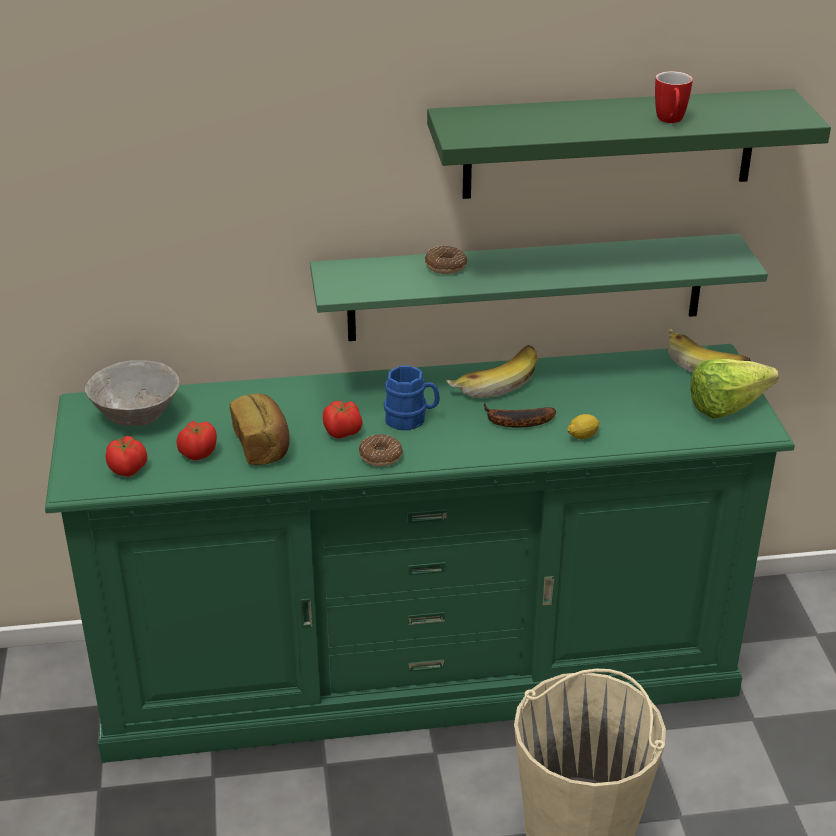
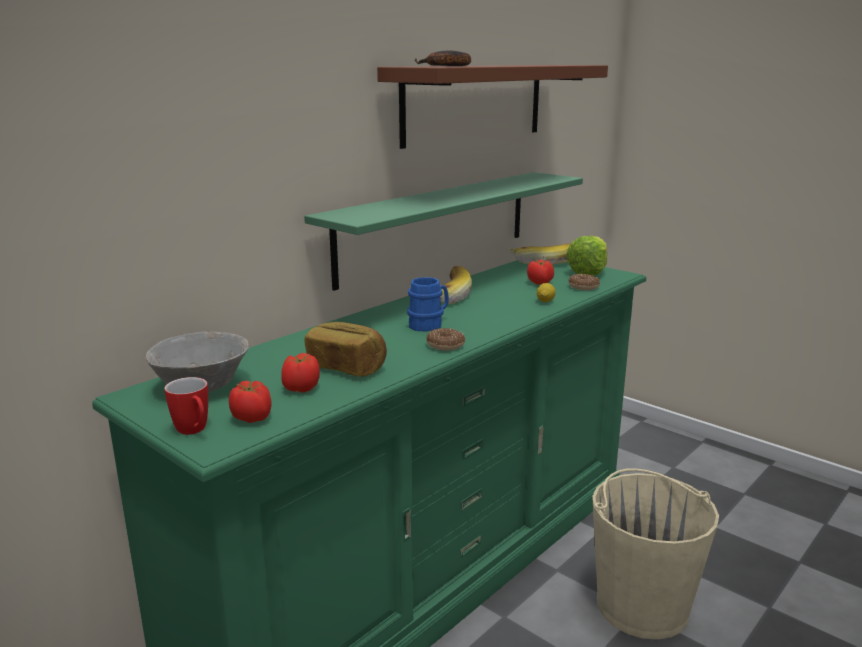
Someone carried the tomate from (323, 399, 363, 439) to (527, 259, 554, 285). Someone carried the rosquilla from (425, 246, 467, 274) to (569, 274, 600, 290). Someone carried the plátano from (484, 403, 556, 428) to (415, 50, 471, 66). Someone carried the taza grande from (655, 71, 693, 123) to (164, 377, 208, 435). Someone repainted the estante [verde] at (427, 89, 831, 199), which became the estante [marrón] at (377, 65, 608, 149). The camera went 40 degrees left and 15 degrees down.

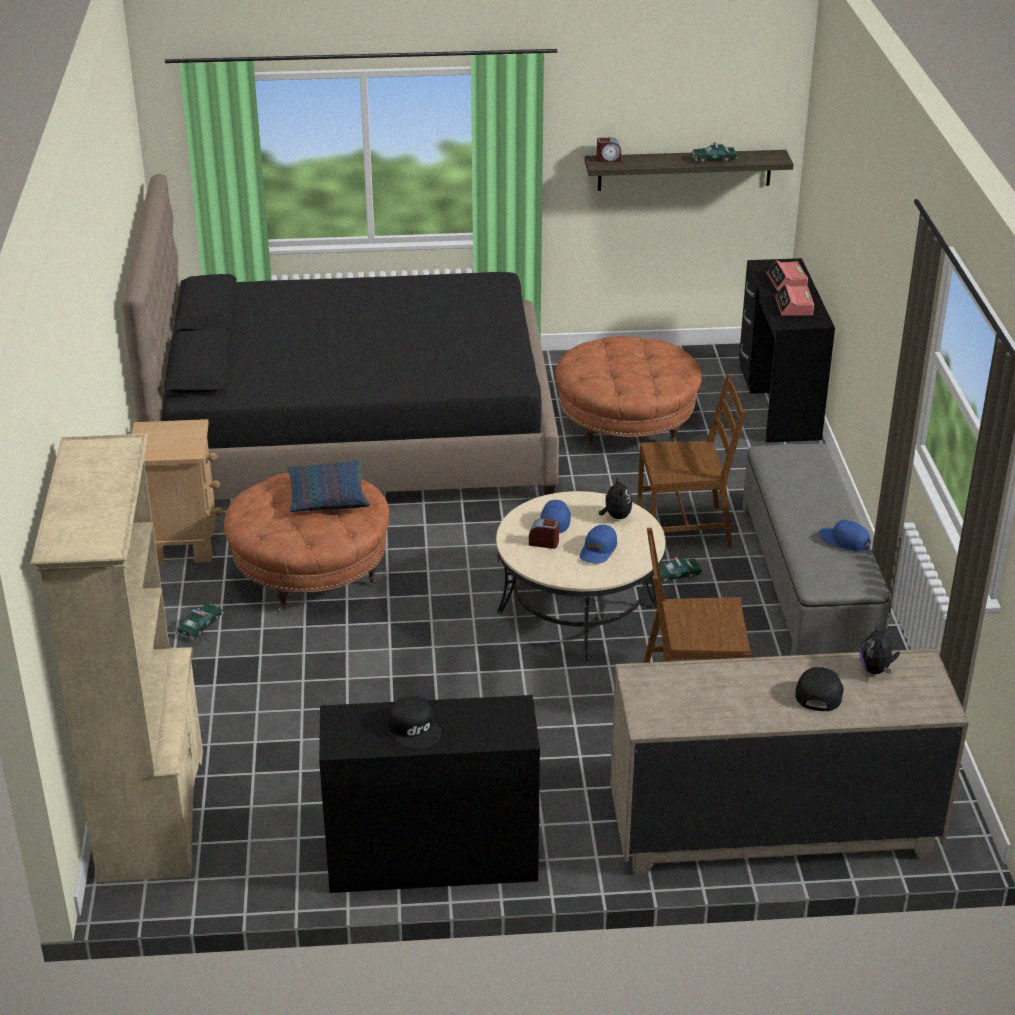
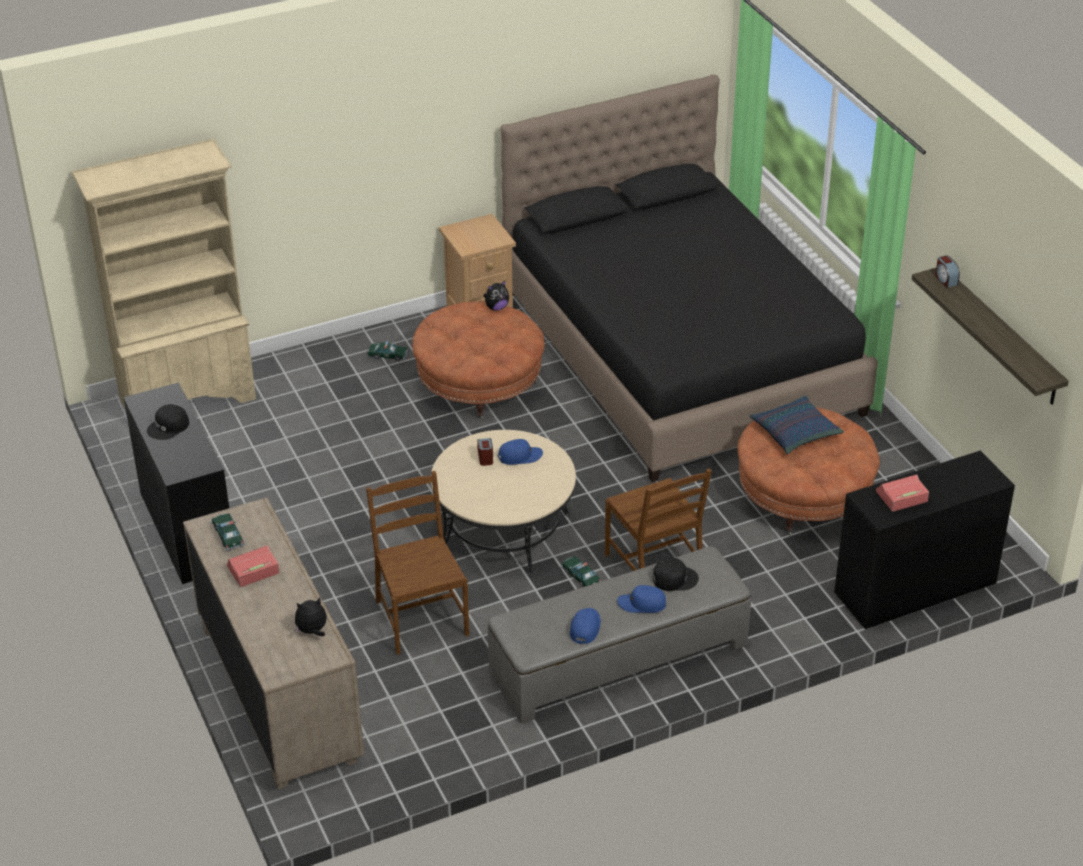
Someone carried the cojín [azul] from (287, 461, 370, 512) to (750, 396, 844, 454). Someone carried the gorra [azul] from (580, 525, 617, 564) to (617, 585, 666, 613). Someone carried the peluche from (599, 477, 632, 519) to (484, 281, 509, 310). Someone carried the coche de juguete from (692, 142, 738, 163) to (211, 513, 245, 551). Someone carried the despertador from (767, 260, 808, 291) to (227, 545, 279, 587). Someone carried the gorra [negro] from (795, 667, 844, 711) to (653, 557, 699, 591). The camera went 70 degrees right and 5 degrees up.

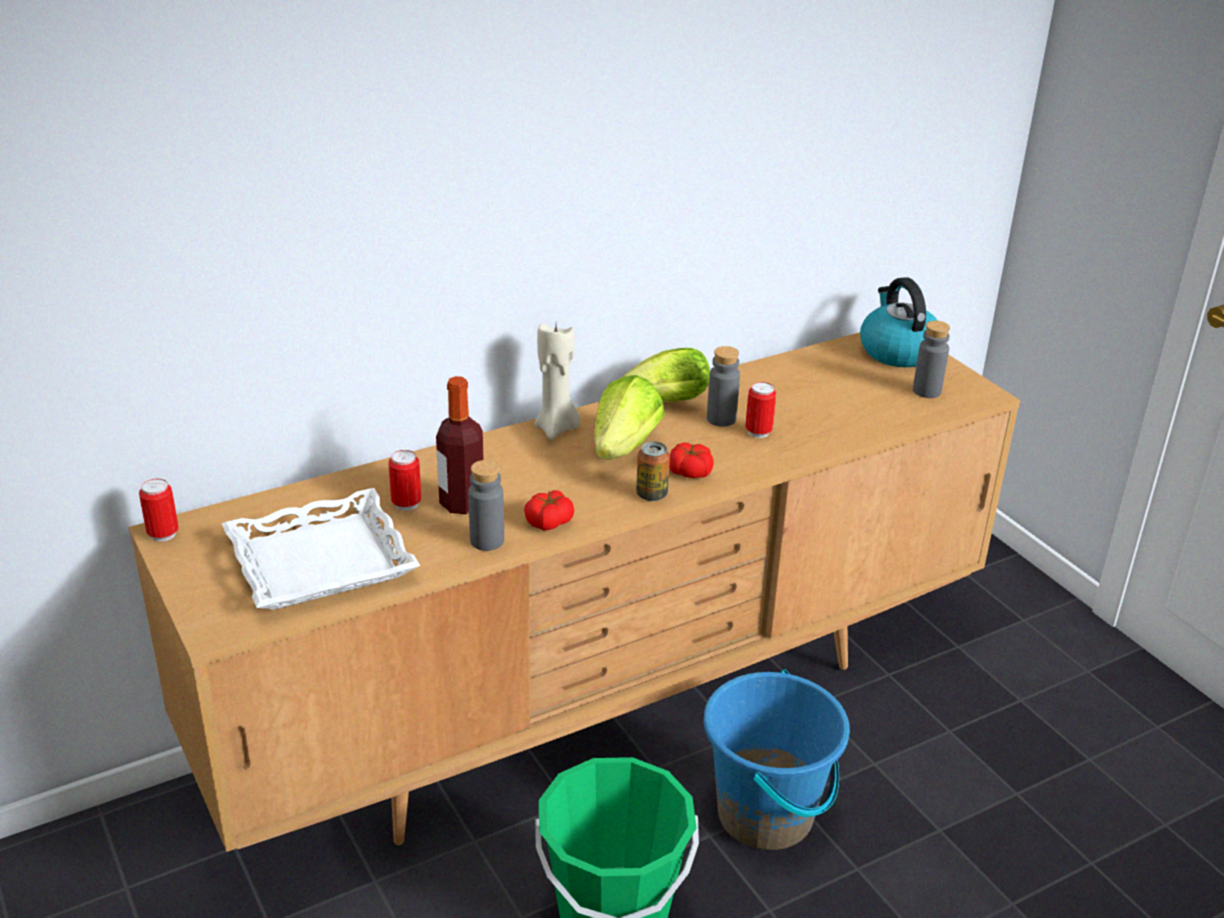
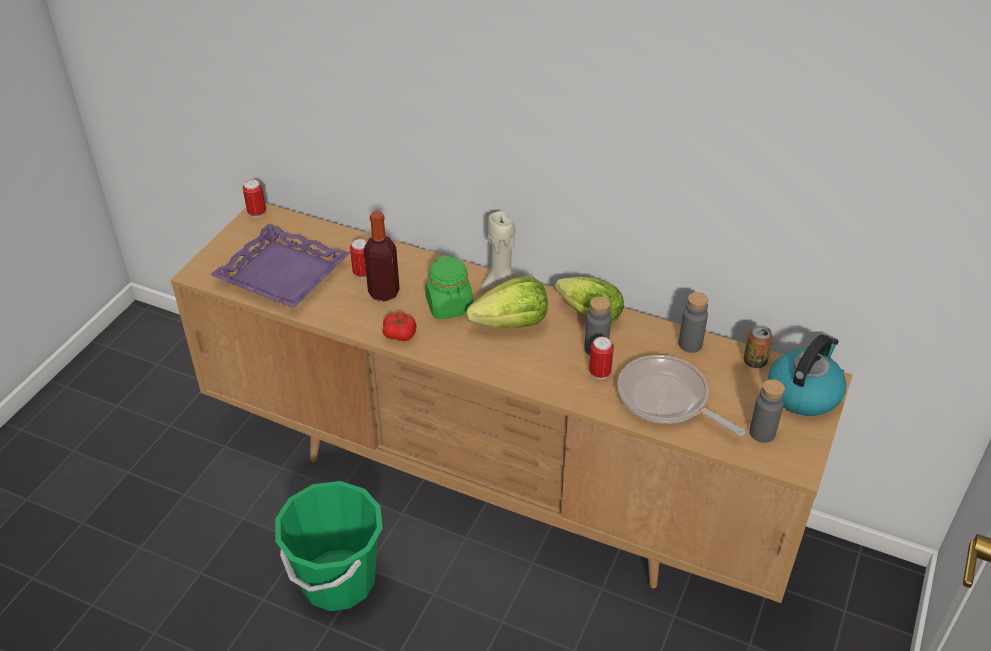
Someone took away the tomate at (669, 443, 714, 478). Someone took away the cubo [azul] at (704, 669, 850, 850). Someone put down the tarro [verde] at (425, 255, 473, 319). Someone put down the sartén at (617, 355, 745, 436). Someone carried the botella [gris] from (468, 460, 504, 551) to (679, 292, 708, 353). Someone carried the lata from (636, 441, 670, 501) to (744, 325, 773, 368). Someone repainted the bandeja [blanco] at (221, 488, 420, 610), which became the bandeja [morado] at (211, 224, 350, 308). The camera went 55 degrees right and 10 degrees up.

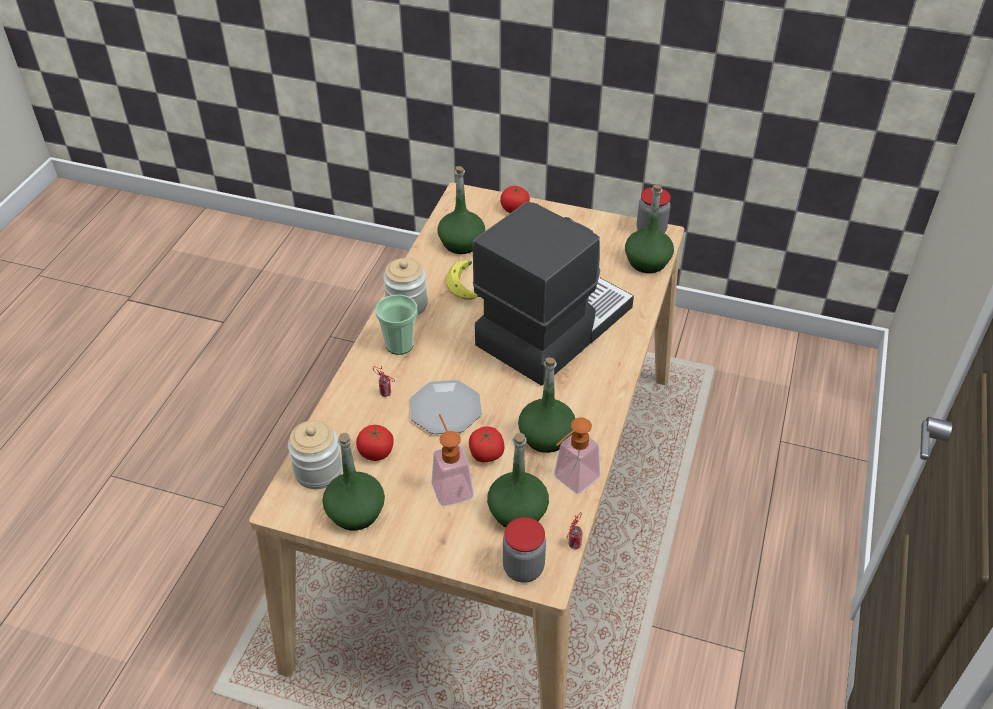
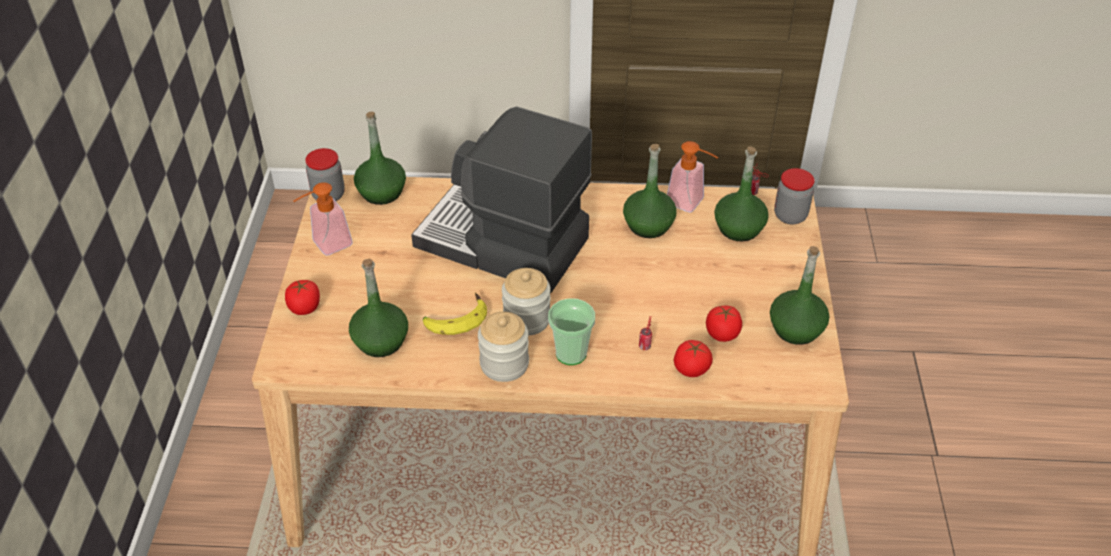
Someone took away the plato at (410, 380, 482, 434). Someone carried the tarro from (288, 420, 342, 489) to (502, 268, 551, 336). Someone carried the dispensador de jabón from (431, 414, 474, 506) to (293, 182, 353, 256). Someone carried the tomate from (469, 427, 504, 462) to (673, 340, 713, 377). The camera went 105 degrees left and 0 degrees up.

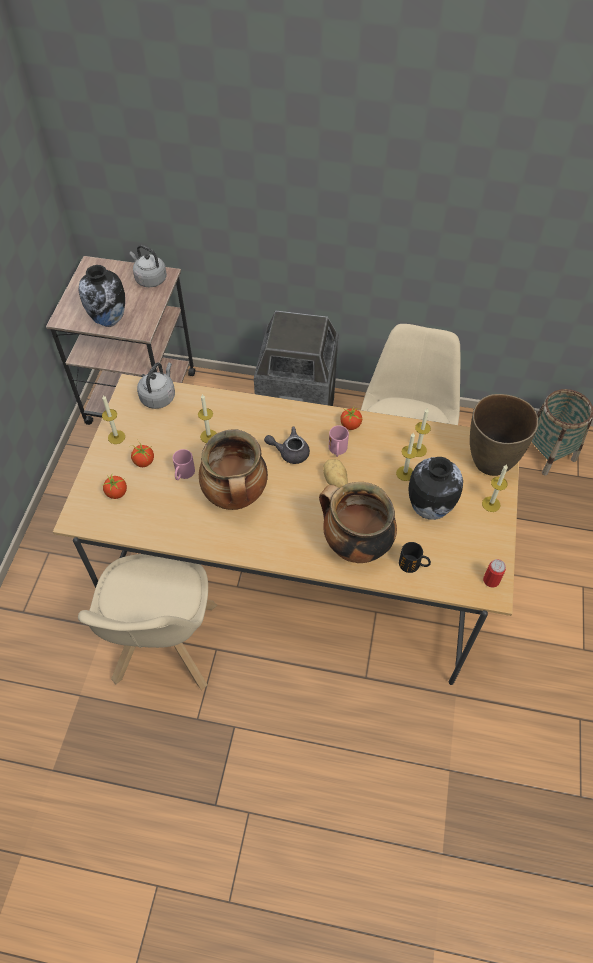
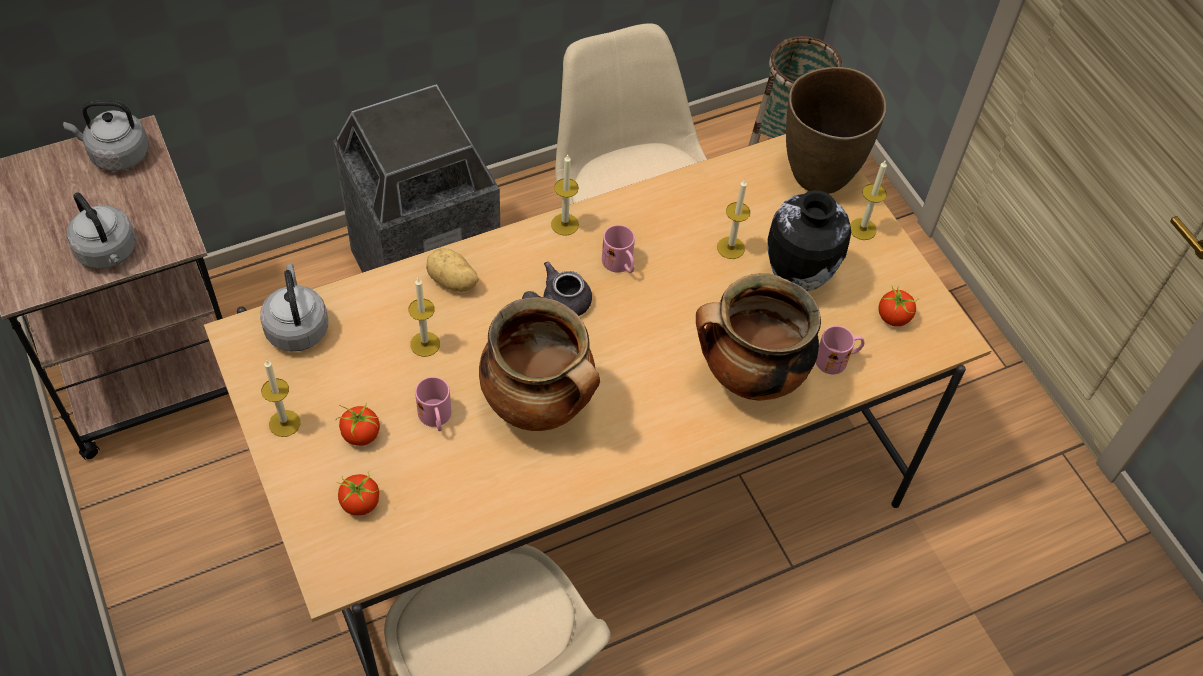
Someone took away the lata at (483, 559, 506, 588). Someone carried the patata from (323, 459, 348, 488) to (426, 248, 479, 292). Someone carried the tomate from (340, 405, 362, 430) to (878, 286, 917, 326). Someone carried the vela from (413, 408, 431, 457) to (551, 155, 579, 236). Someone swapped the florero at (78, 265, 125, 327) for the hervidor [gris] at (67, 192, 136, 269). Someone repainted the taza grande [negro] at (399, 542, 431, 573), which became the taza grande [rosa] at (816, 326, 864, 374). The camera went 40 degrees left and 0 degrees up.

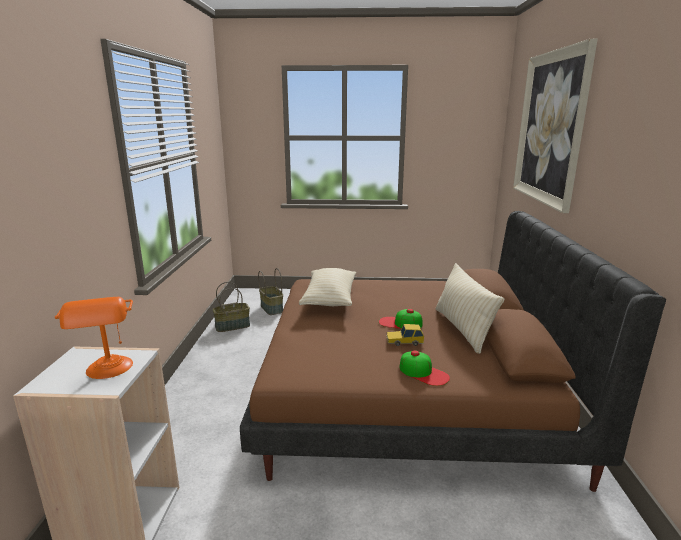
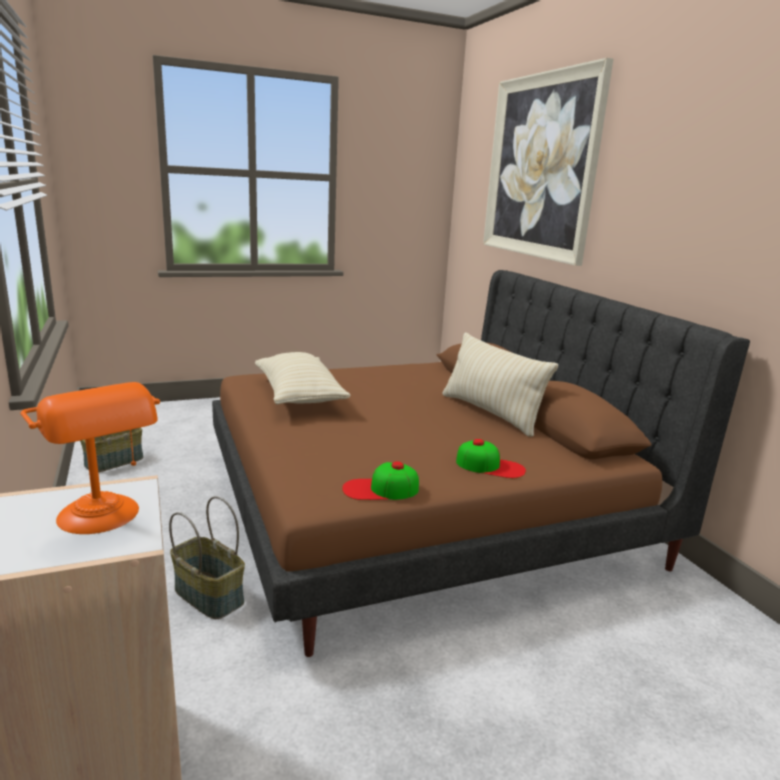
Someone took away the coche de juguete at (386, 324, 424, 346). Someone carried the cesta from (258, 268, 283, 315) to (169, 496, 245, 619). Someone carried the gorra from (379, 309, 423, 329) to (342, 461, 419, 500). The camera went 25 degrees left and 0 degrees up.

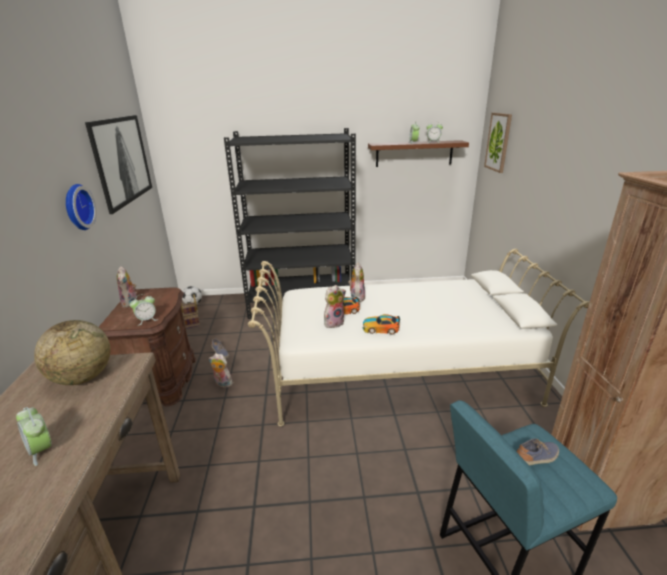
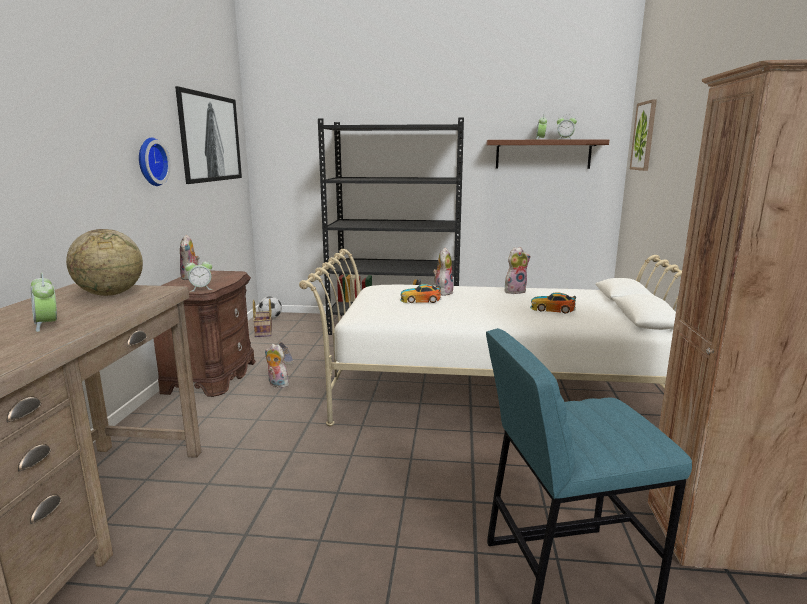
Someone took away the zapato at (516, 438, 559, 465). Someone carried the peluche from (324, 285, 346, 328) to (505, 247, 531, 294). Someone carried the coche de juguete from (363, 314, 400, 335) to (530, 292, 576, 314). The camera went 10 degrees right and 10 degrees down.

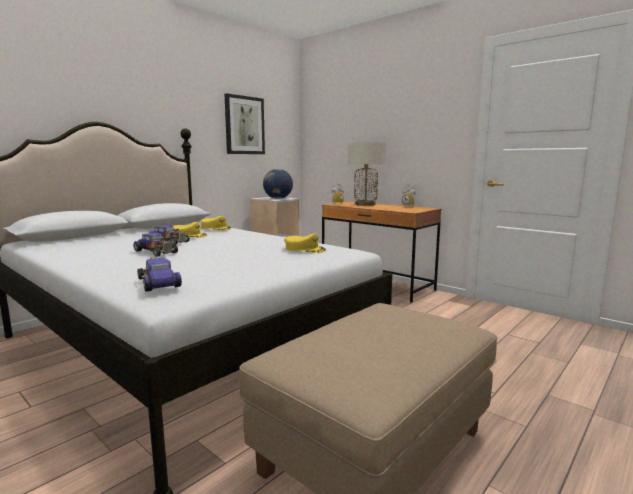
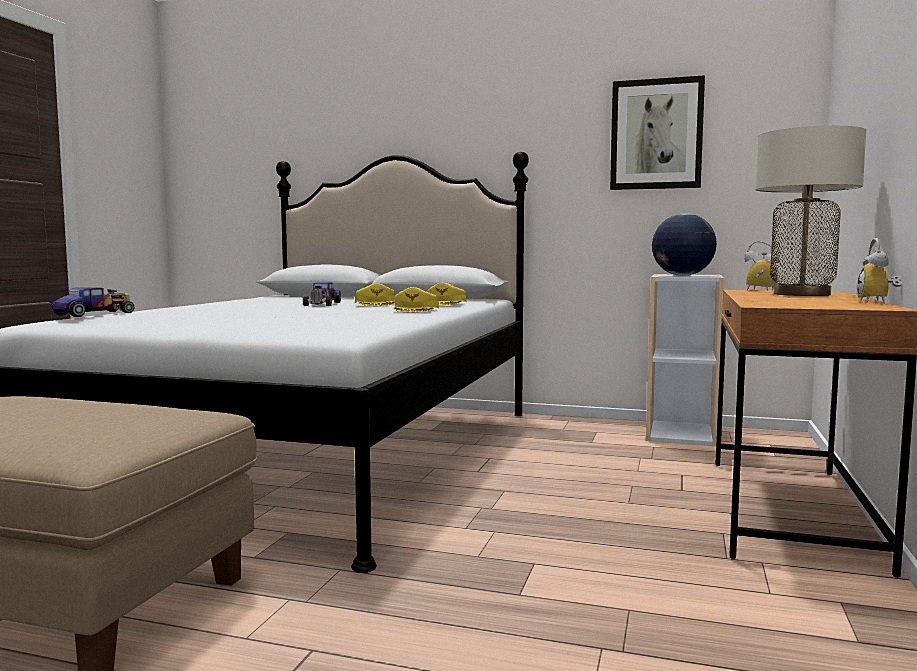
Someone took away the coche de juguete at (134, 232, 178, 257). Someone carried the gorra [amarillo] from (284, 234, 326, 253) to (393, 287, 439, 312). The camera went 65 degrees right and 5 degrees down.

